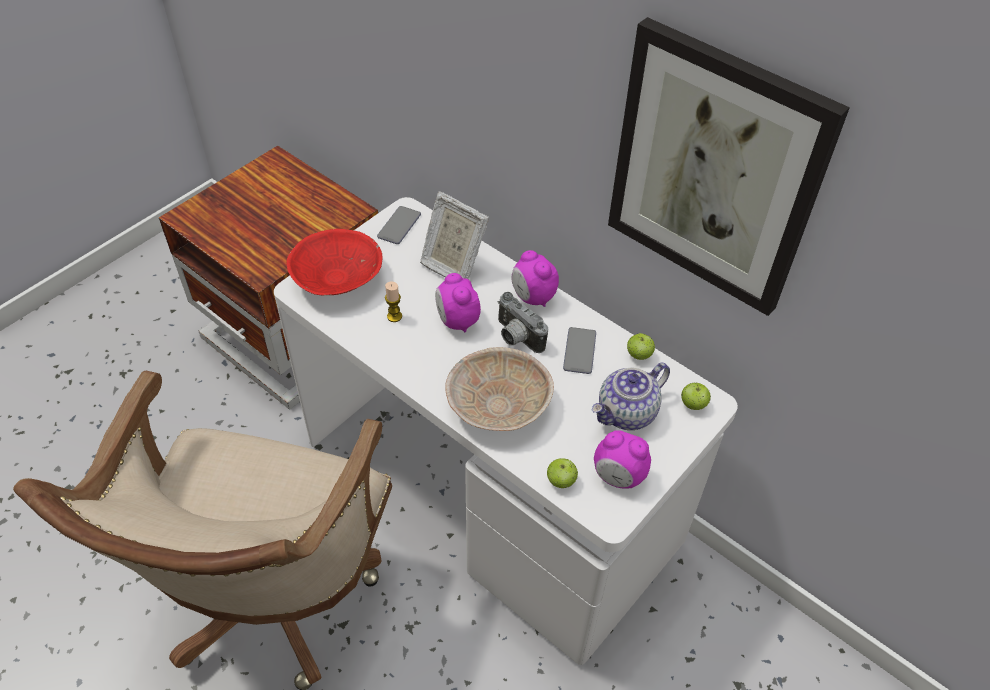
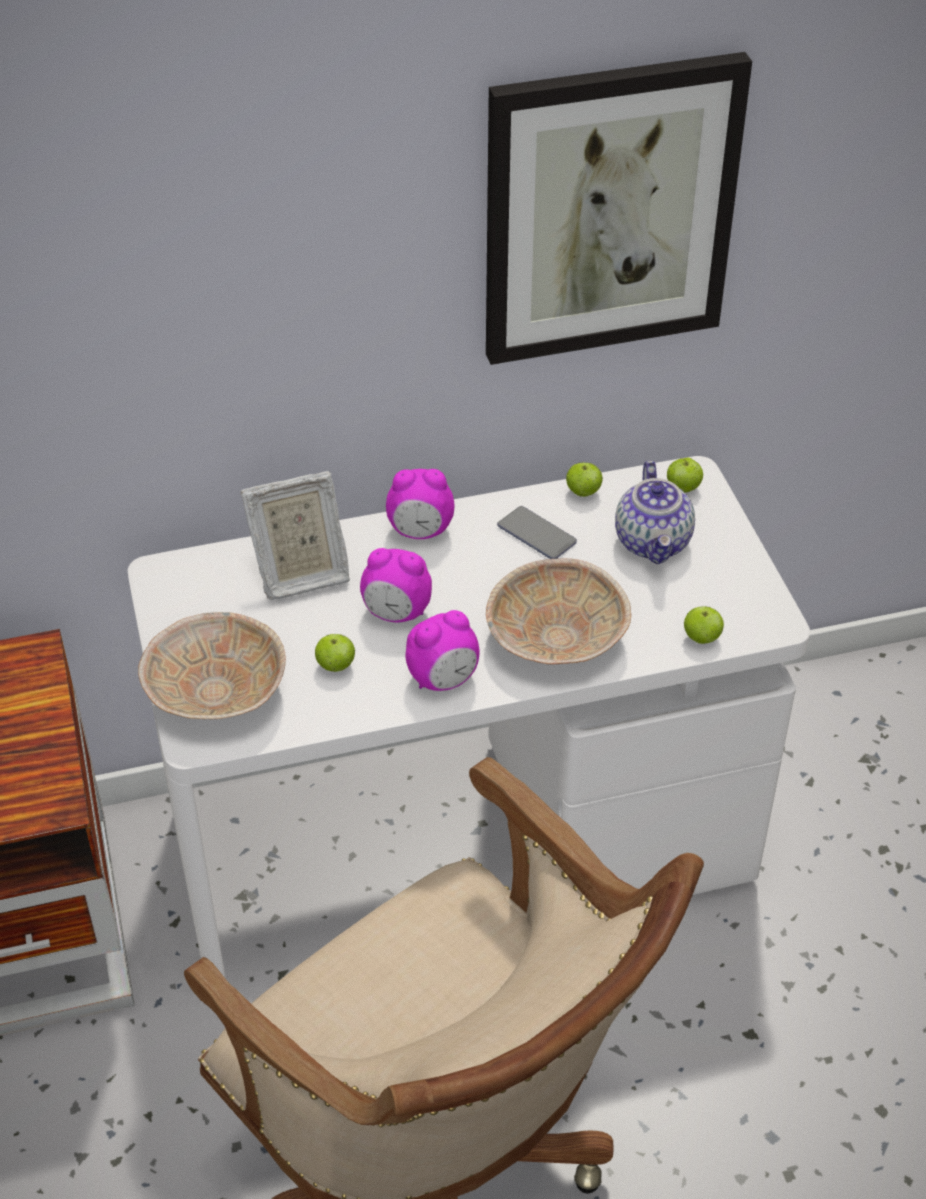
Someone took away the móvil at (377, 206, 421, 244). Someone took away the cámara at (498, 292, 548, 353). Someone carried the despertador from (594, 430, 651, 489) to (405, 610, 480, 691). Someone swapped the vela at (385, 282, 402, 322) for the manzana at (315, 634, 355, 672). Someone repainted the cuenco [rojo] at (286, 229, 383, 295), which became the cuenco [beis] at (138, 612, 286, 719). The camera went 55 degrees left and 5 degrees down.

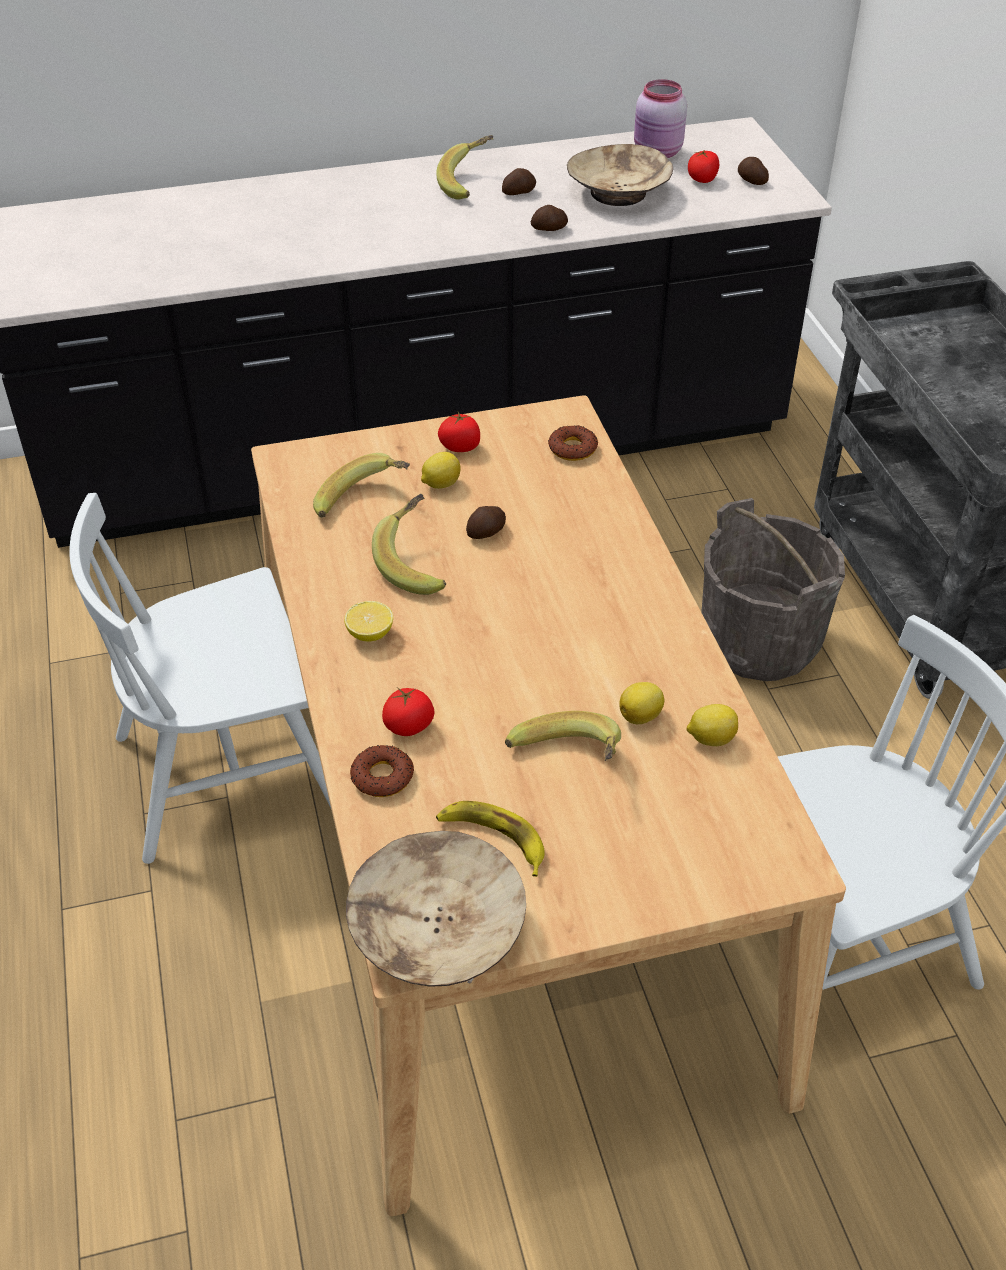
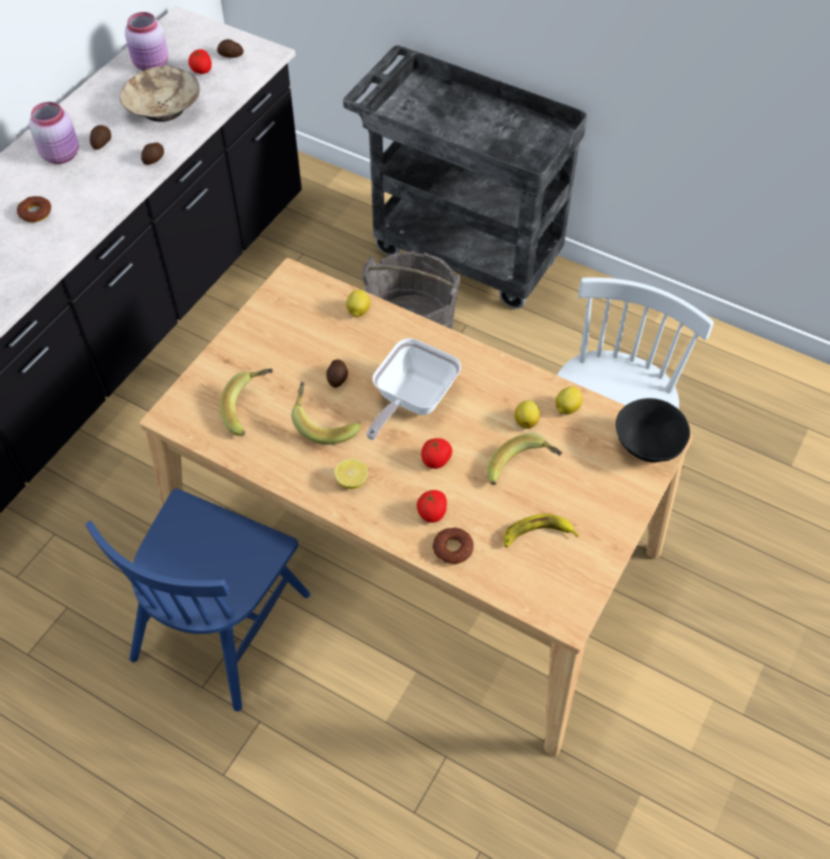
Someone took away the cuenco [beis] at (346, 831, 526, 987). Someone put down the sartén at (366, 338, 461, 440). Someone put down the cuenco [negro] at (616, 398, 690, 463). Someone carried the limón from (421, 452, 461, 489) to (347, 290, 370, 317). Someone carried the tomate from (438, 412, 480, 452) to (421, 438, 452, 469). Someone carried the rosquilla from (548, 425, 598, 461) to (17, 196, 51, 222). Someone swapped the plátano at (436, 135, 493, 200) for the tarro [rosa] at (29, 102, 79, 164). Someone repainted the silla [blanco] at (69, 493, 331, 864), which became the silla [azul] at (85, 489, 310, 711). The camera went 45 degrees left and 10 degrees up.

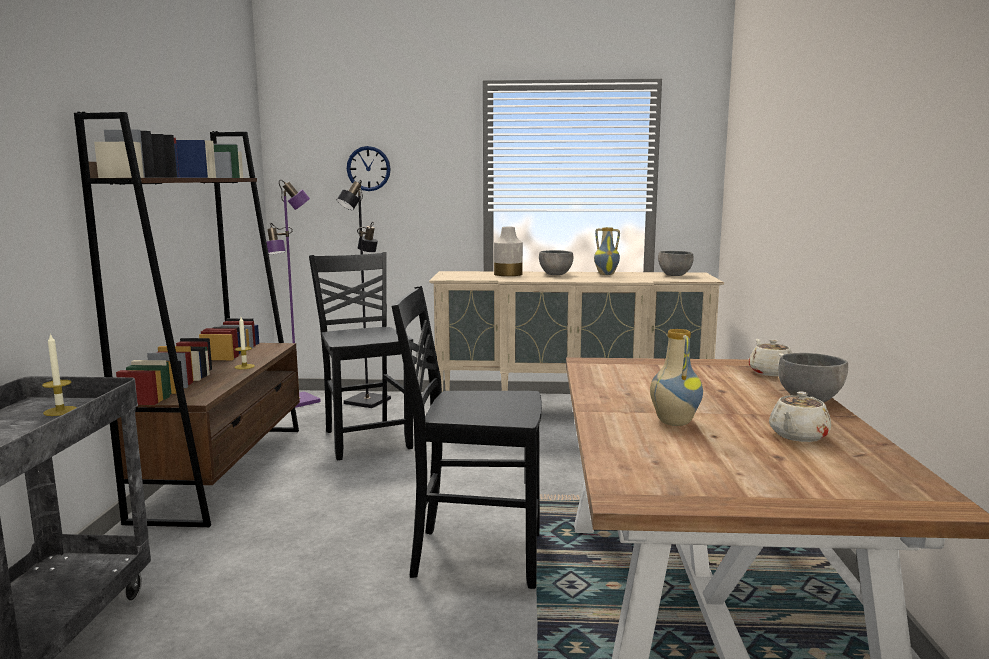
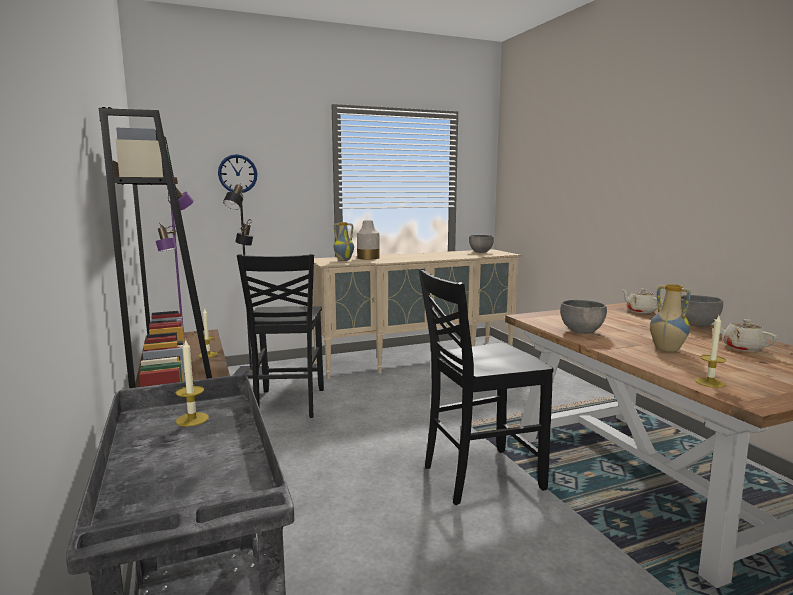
Someone put down the vela at (695, 316, 727, 388). Someone carried the cuenco [gris] from (539, 250, 573, 275) to (560, 300, 607, 334). Someone carried the florero from (594, 227, 620, 275) to (333, 222, 354, 261). Someone rotated the silla [negro] at (309, 252, 413, 460) by 135 degrees counterclockwise. Someone rotated the tetera [beis] at (769, 391, 831, 442) by 135 degrees clockwise. The camera went 25 degrees left and 0 degrees up.

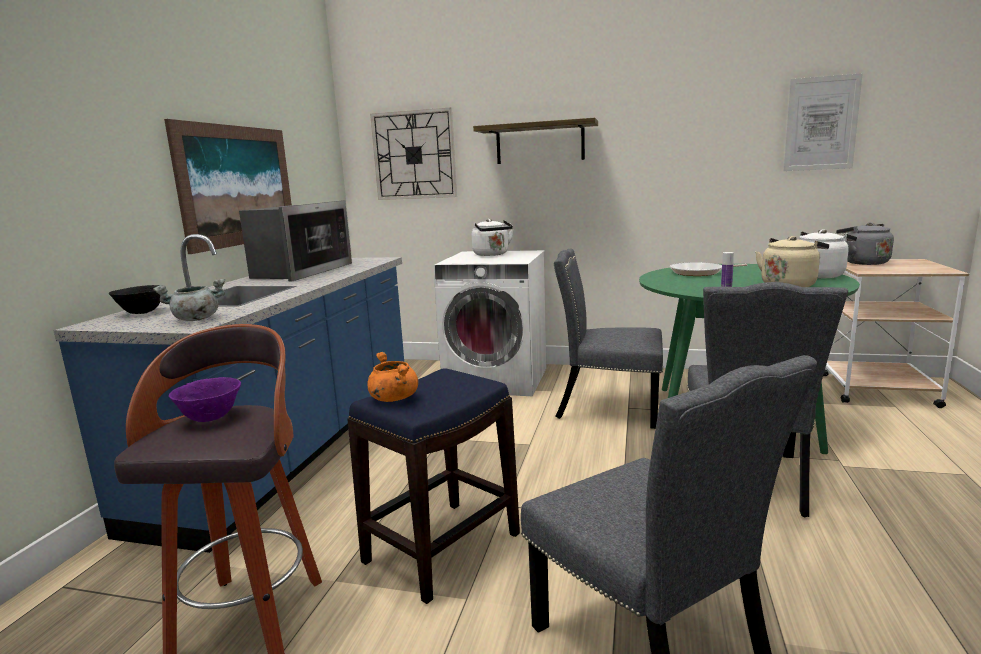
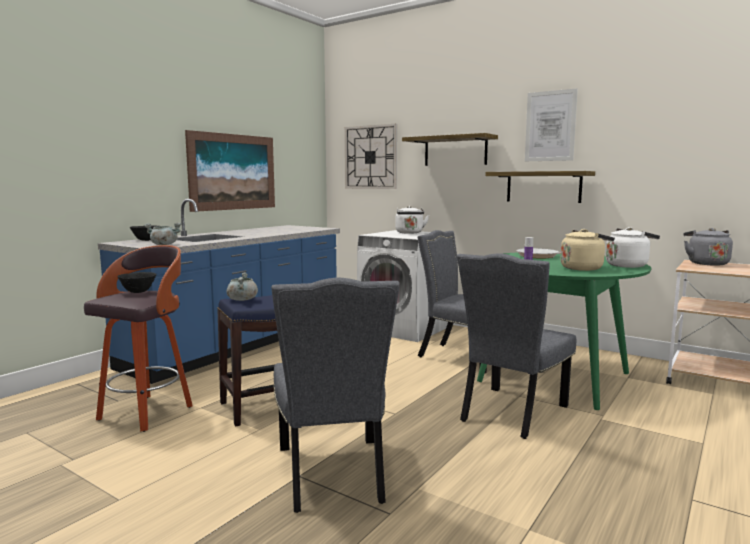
Someone took away the microondas at (239, 200, 352, 282). Someone put up the estante at (486, 171, 595, 203). Someone carried the cuadro from (783, 73, 863, 171) to (525, 88, 578, 161). Someone repainted the cuenco [morado] at (169, 377, 241, 422), which became the cuenco [negro] at (117, 272, 157, 293). Someone repainted the olla [naranja] at (368, 352, 418, 402), which became the olla [gris] at (227, 272, 258, 301). The camera went 20 degrees right and 5 degrees down.

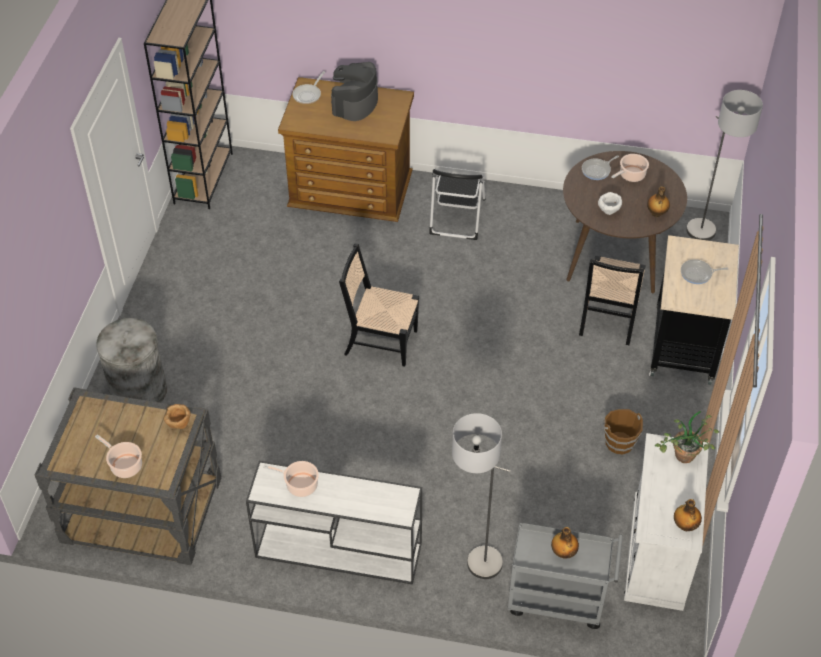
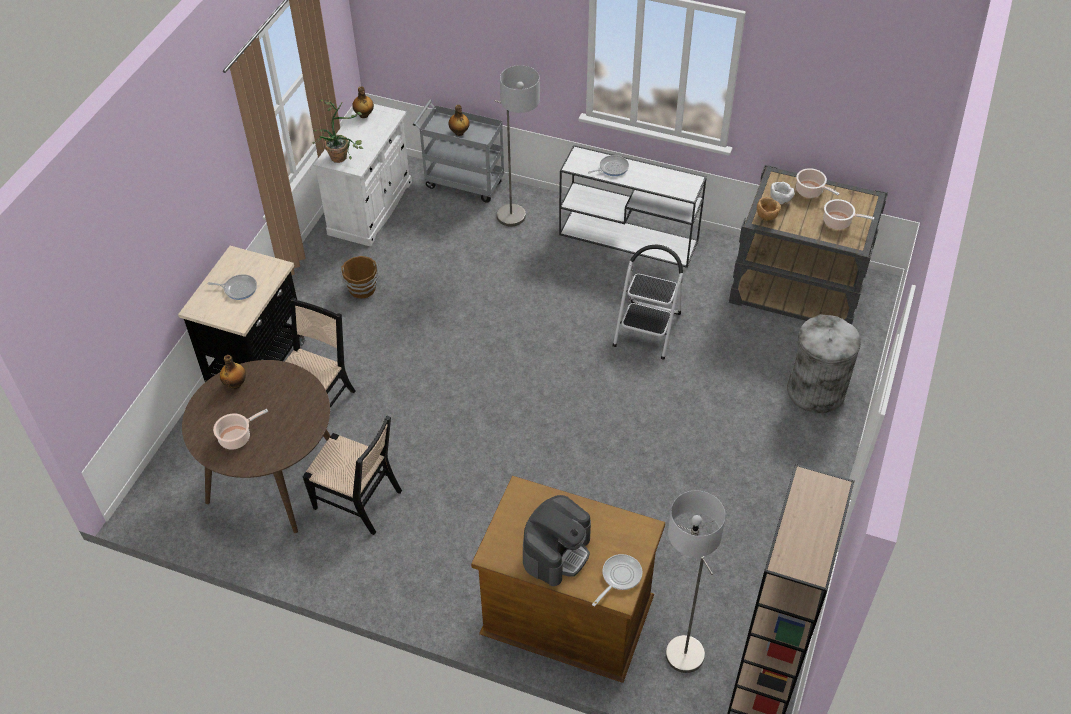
Someone carried the olla from (263, 461, 319, 497) to (823, 199, 875, 230). Someone carried the silla from (339, 244, 419, 367) to (303, 416, 402, 535). Someone carried the escalera de tijera from (429, 169, 486, 240) to (613, 245, 683, 360). Someone carried the sartén from (582, 155, 619, 180) to (588, 155, 629, 176). Someone carried the cuenco [blanco] from (598, 192, 622, 215) to (770, 182, 795, 204). Someone carried the lámpara de pie [gris] from (686, 90, 763, 241) to (666, 490, 726, 673). The camera went 170 degrees left and 0 degrees up.

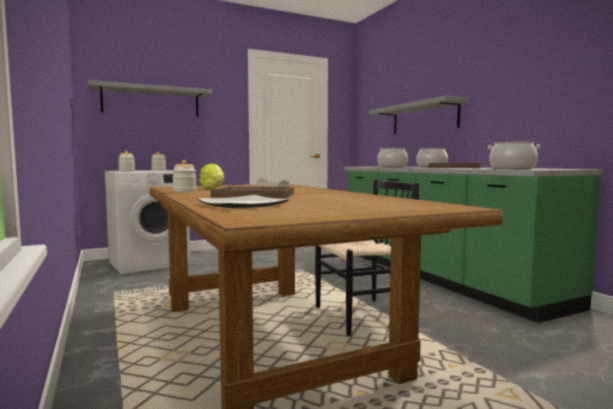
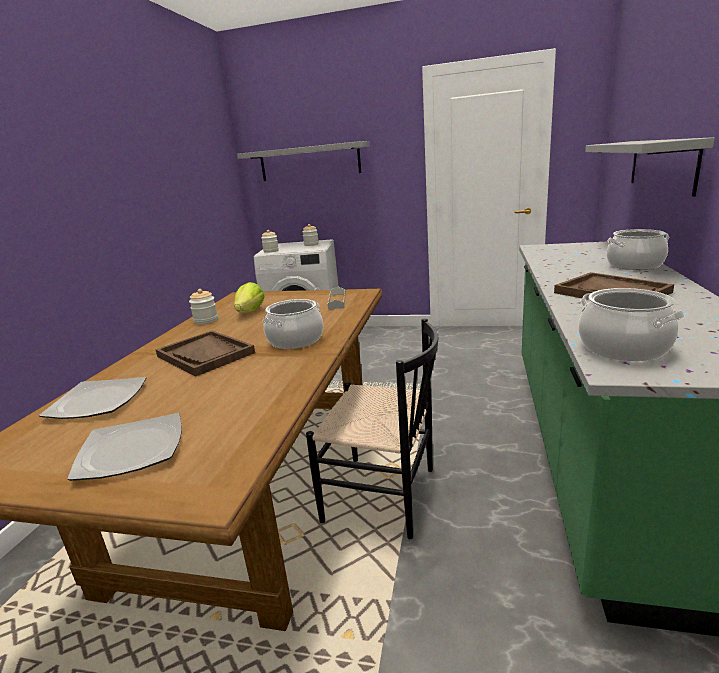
Someone put down the plato at (68, 413, 182, 481). Someone carried the olla from (377, 148, 408, 167) to (263, 299, 323, 349). The camera went 40 degrees right and 15 degrees up.

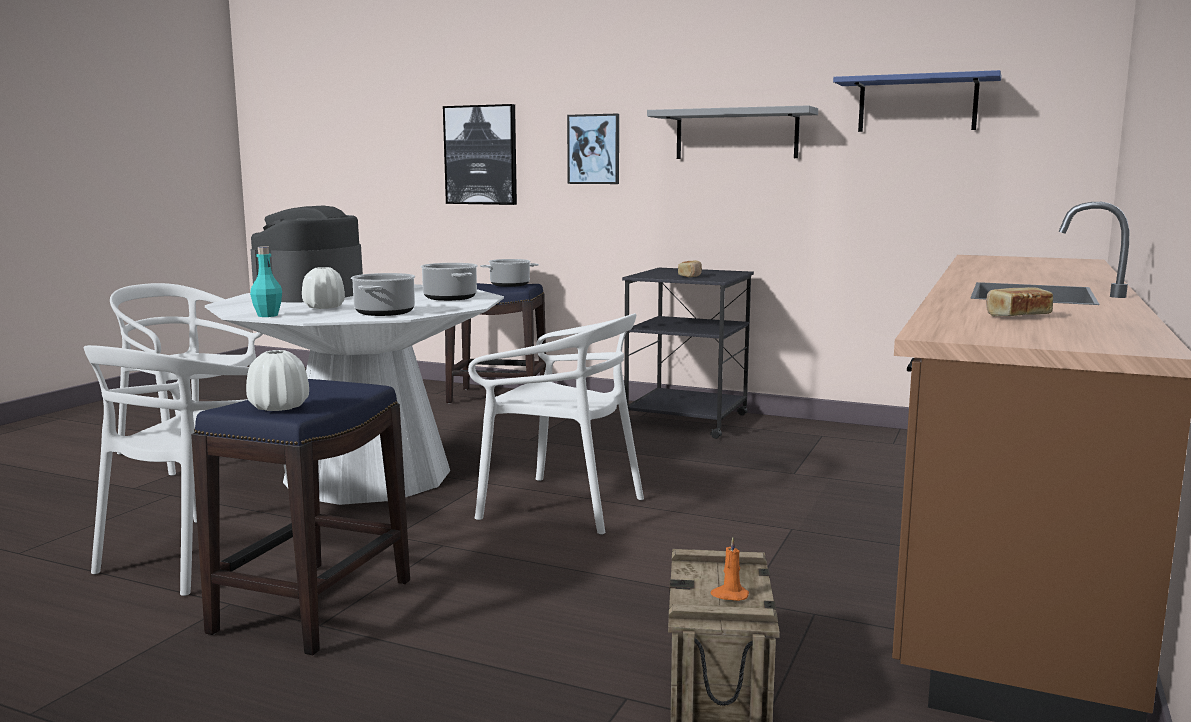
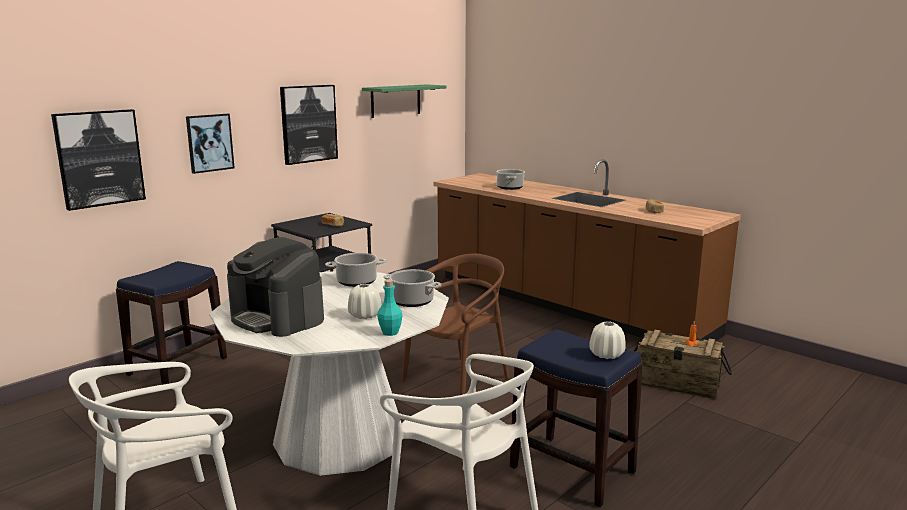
Someone carried the olla from (480, 259, 539, 287) to (496, 169, 525, 190). Someone swapped the estante [gris] at (647, 105, 818, 159) for the cuadro at (280, 85, 338, 165). Someone repainted the silla [blanco] at (468, 313, 644, 535), which became the silla [marrón] at (401, 254, 509, 395). Someone repainted the estante [azul] at (833, 70, 1001, 132), which became the estante [verde] at (362, 84, 446, 118). The camera went 70 degrees left and 5 degrees up.

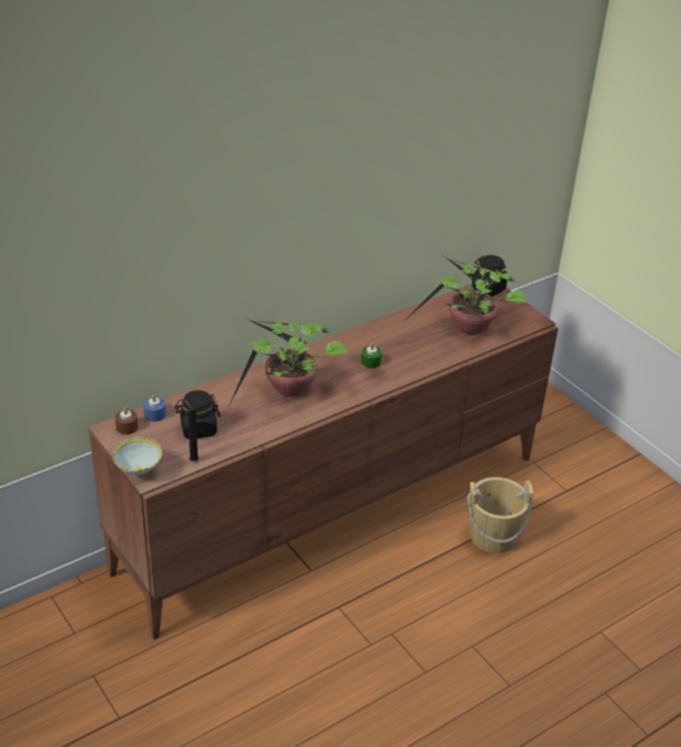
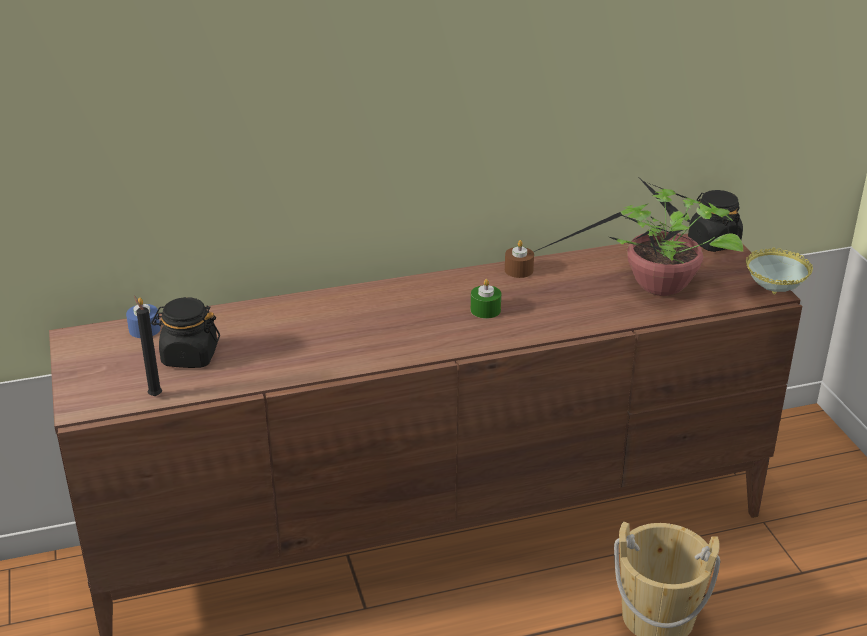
Someone took away the planta en maceta at (230, 317, 349, 403). Someone carried the cuenco from (112, 437, 163, 475) to (746, 247, 813, 294). Someone carried the vela [marrón] from (115, 407, 138, 435) to (505, 240, 534, 278). The camera went 20 degrees right and 5 degrees down.

